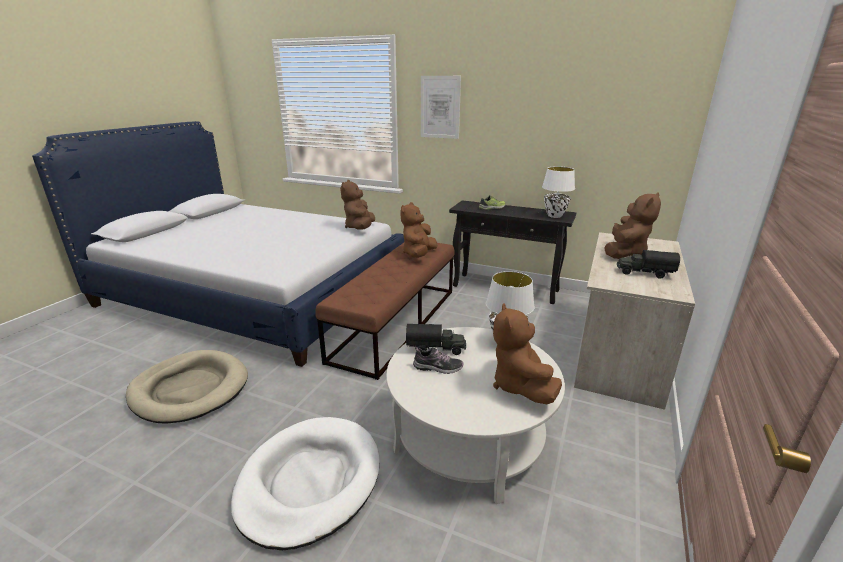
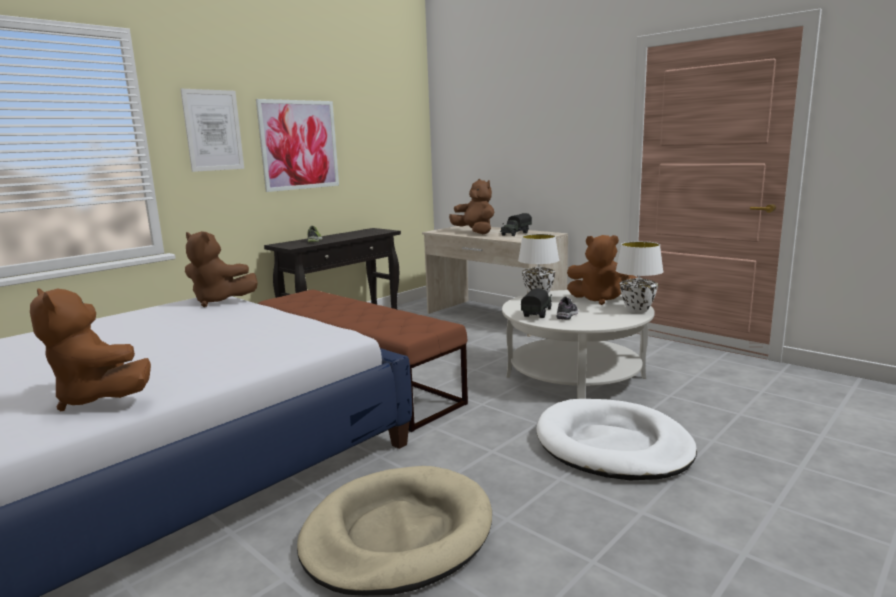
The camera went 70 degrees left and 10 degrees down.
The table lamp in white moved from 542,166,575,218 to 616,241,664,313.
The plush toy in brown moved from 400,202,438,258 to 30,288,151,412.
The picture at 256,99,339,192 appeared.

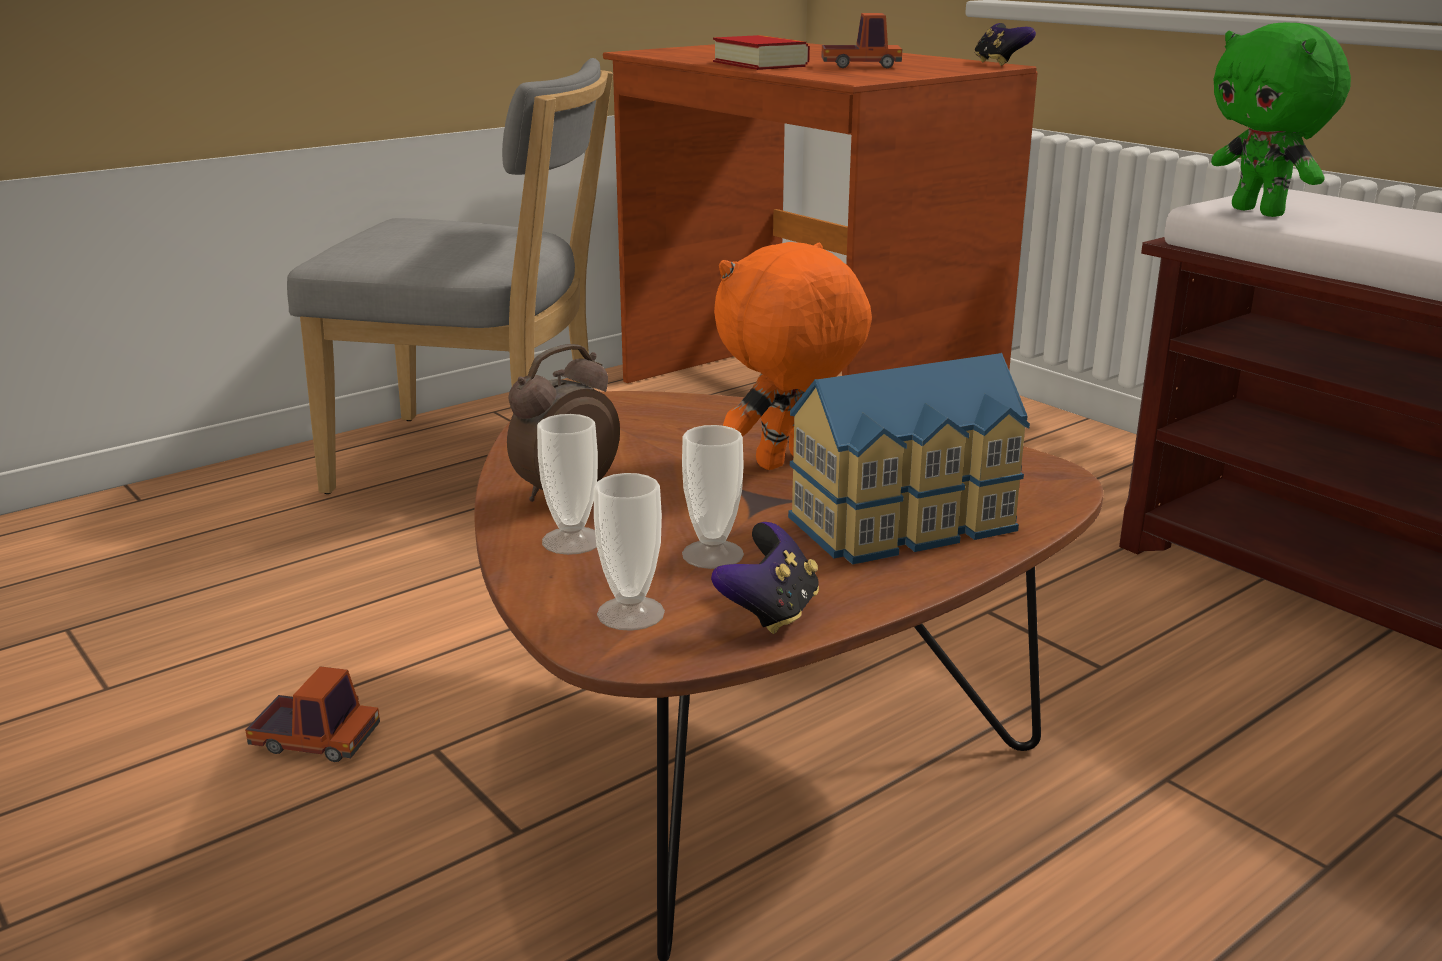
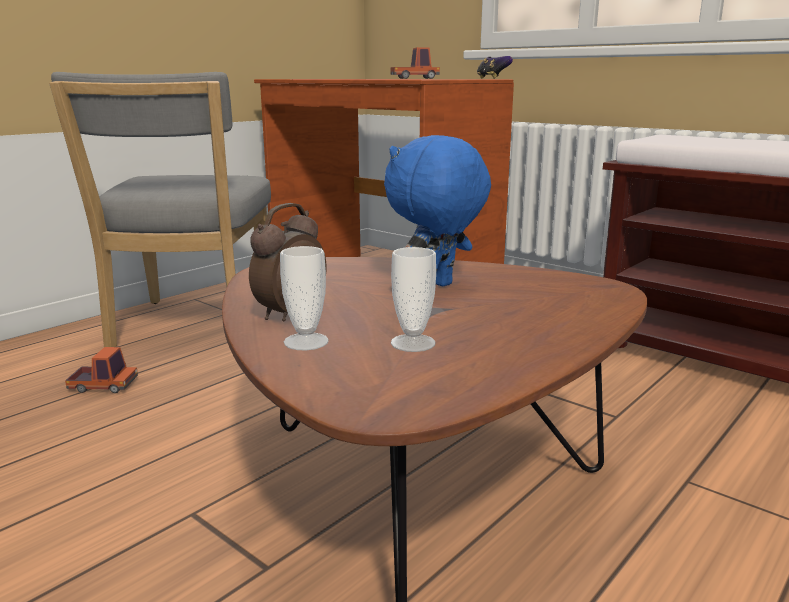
The camera went 10 degrees left and 5 degrees down.
The plush toy in green at 1211,22,1351,217 disappeared.
The book at 713,35,810,70 disappeared.
The chair in grey at 287,58,613,494 turned 90 degrees clockwise.
The plush toy in orange at 714,242,872,470 became the plush toy in blue at 384,135,491,286.
The toy house at 788,353,1030,565 disappeared.
The cup at 594,473,665,631 disappeared.
The game controller at 711,522,819,634 disappeared.
The toy truck moved from 245,666,380,762 to 65,347,138,393.

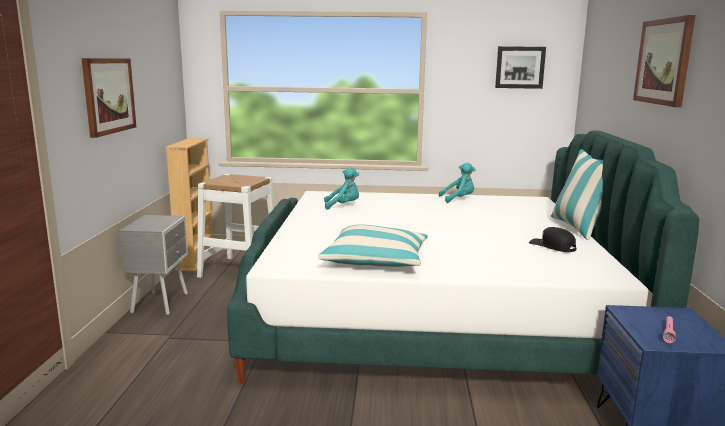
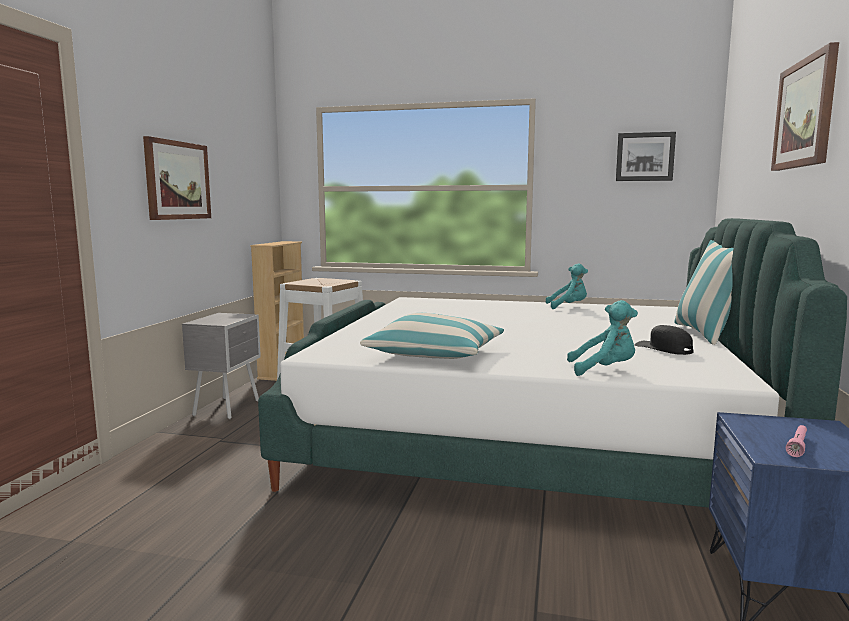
The camera went 10 degrees right and 5 degrees down.
The plush toy in turquoise moved from 324,167,359,209 to 567,300,638,376.

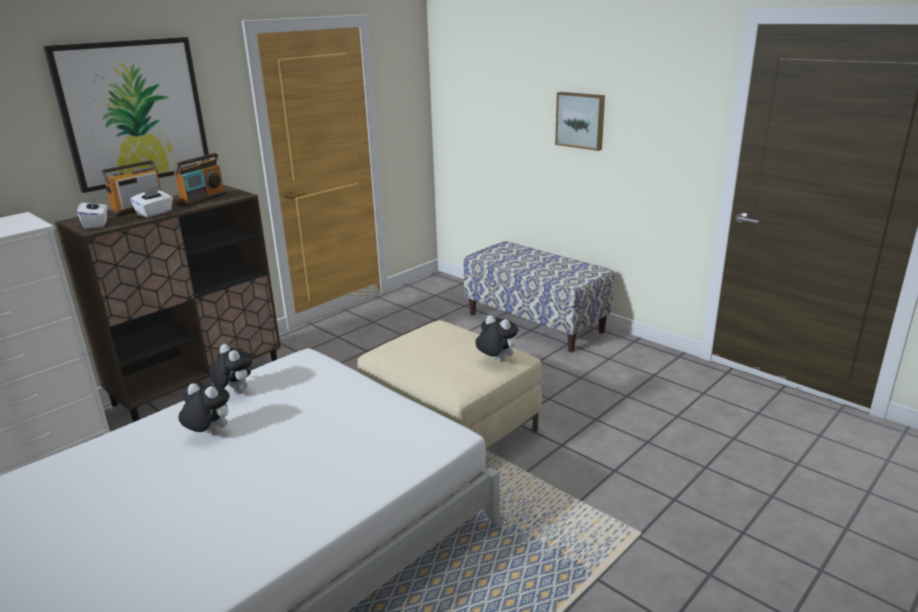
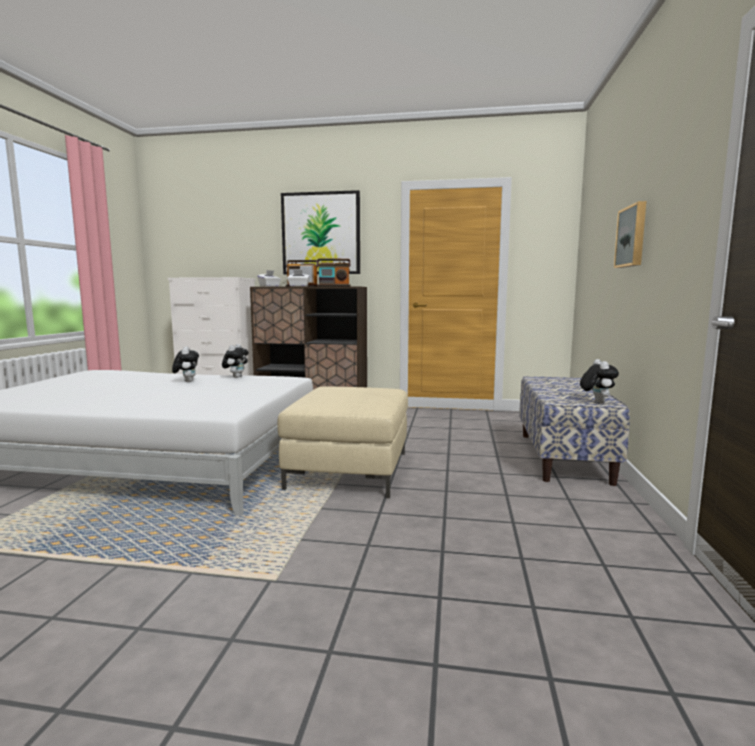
The camera went 55 degrees right and 15 degrees down.
The plush toy moved from 475,315,519,362 to 580,359,619,403.

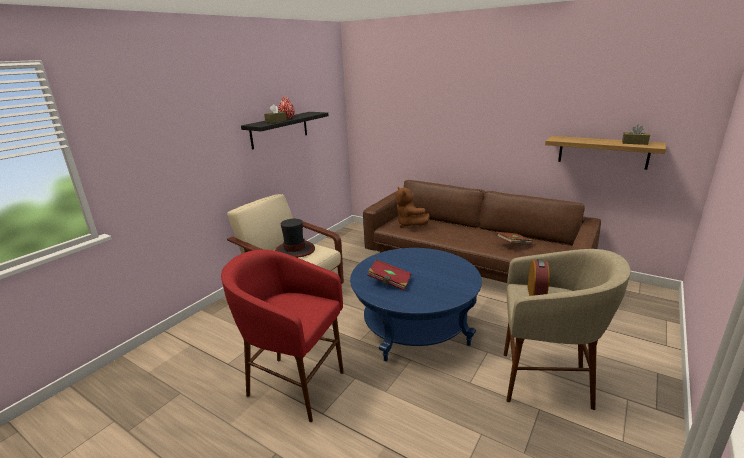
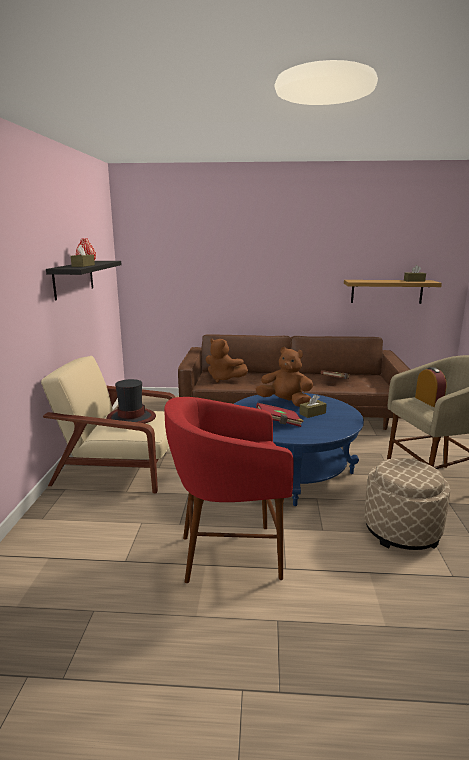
The camera went 30 degrees left and 5 degrees down.
The plush toy in brown at 256,347,313,407 appeared.
The tissue box in brown at 299,394,327,418 appeared.
The ottoman in beige at 364,458,450,550 appeared.

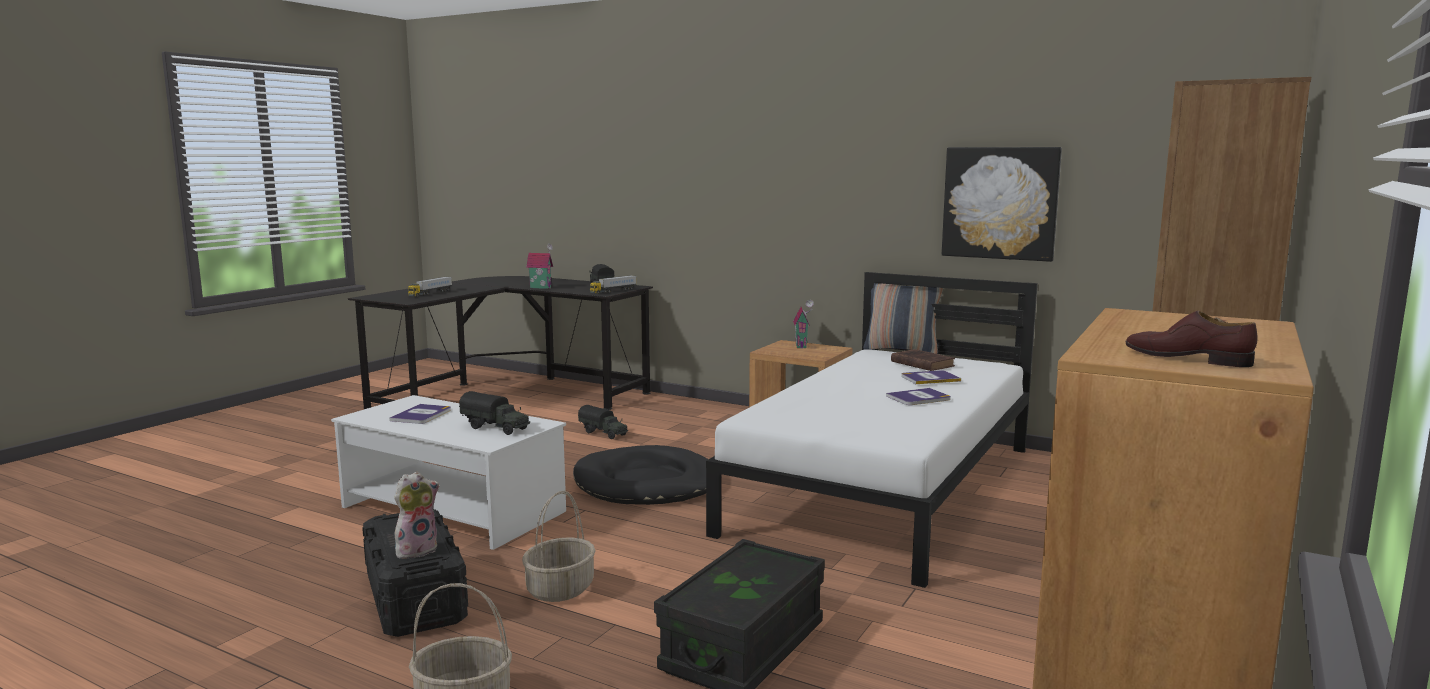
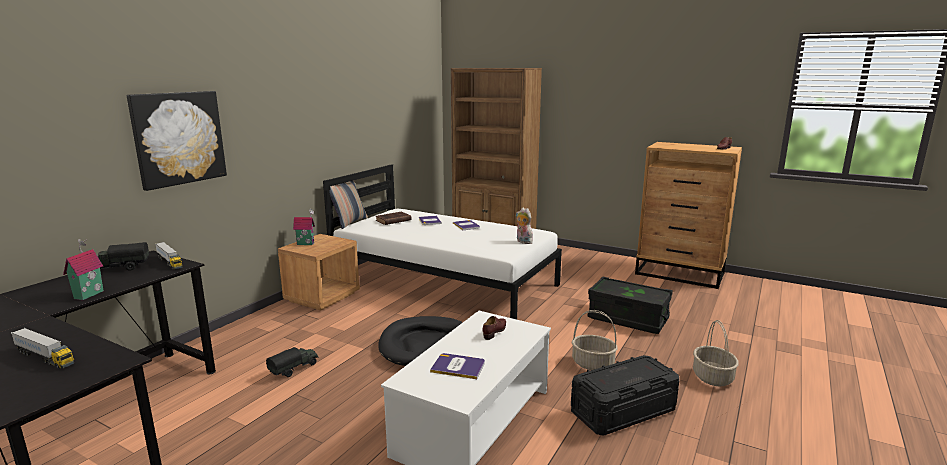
The camera went 90 degrees left and 5 degrees up.
The picture moved from 942,147,1062,262 to 127,91,227,191.
The toy truck at 459,391,530,435 was replaced by the shoe in brown at 482,316,506,340.
The plush toy moved from 394,472,440,560 to 516,207,533,244.

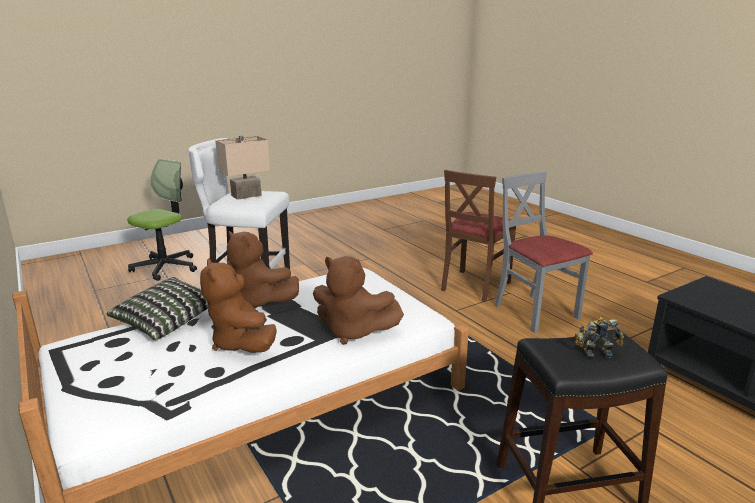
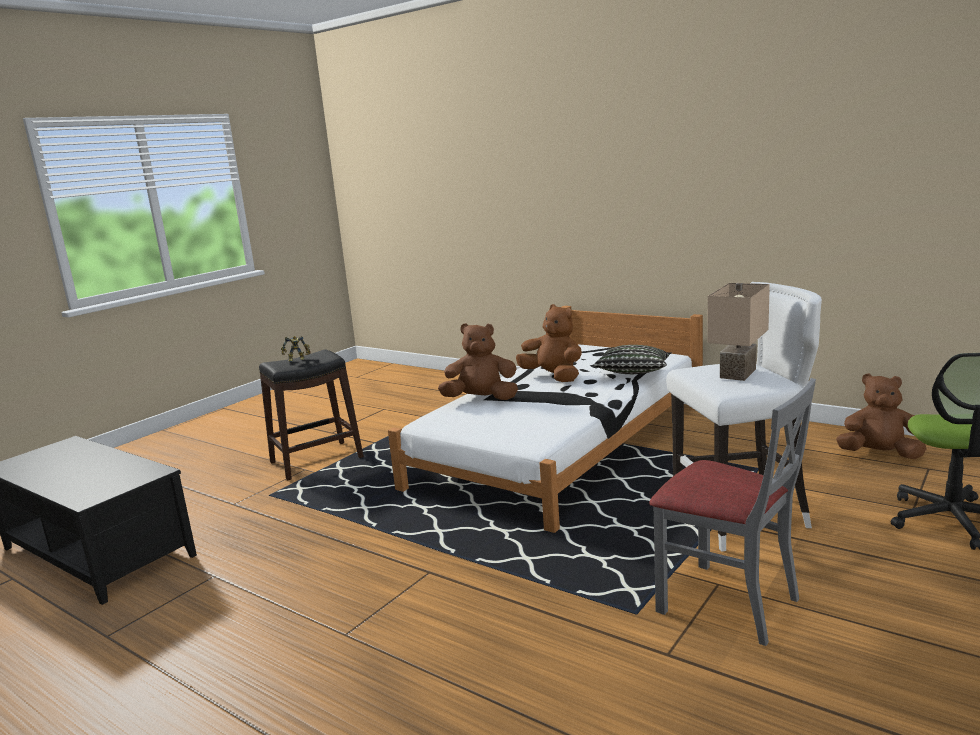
The camera went 160 degrees right and 5 degrees down.
The chair in brown at 441,170,516,302 disappeared.
The chair in grey moved from 495,172,593,333 to 649,378,816,646.
The plush toy in brown moved from 227,231,299,307 to 836,373,927,459.

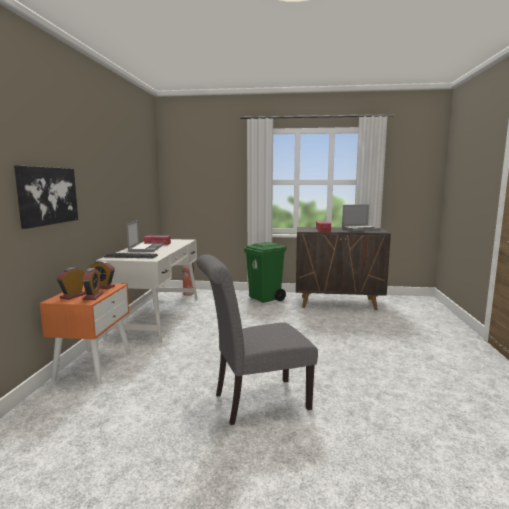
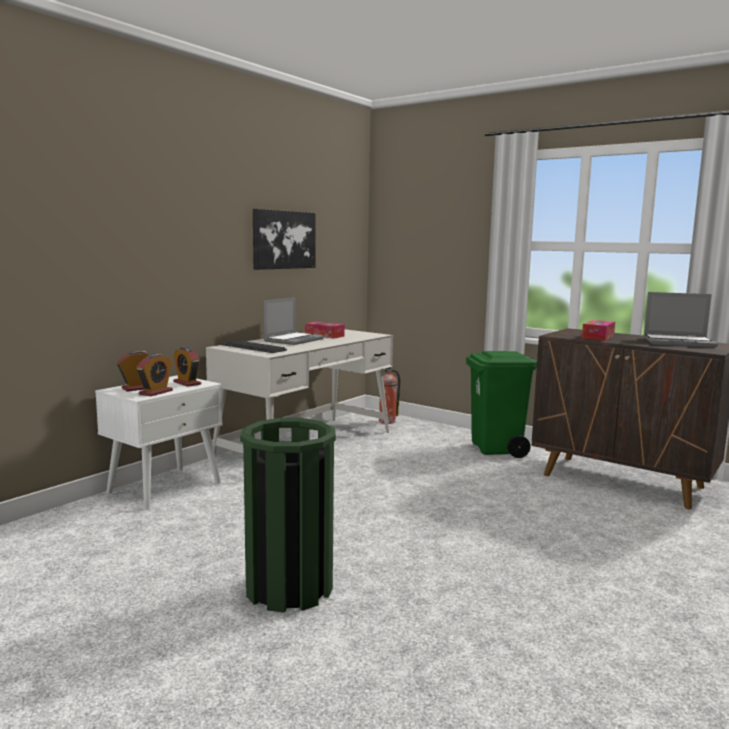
The camera went 30 degrees right and 0 degrees up.
The picture moved from 14,165,78,229 to 253,209,316,270.
The chair in grey at 196,255,318,425 was replaced by the trash can in green at 240,418,336,613.
The nightstand in orange at 39,283,131,384 became the nightstand in white at 95,375,223,510.

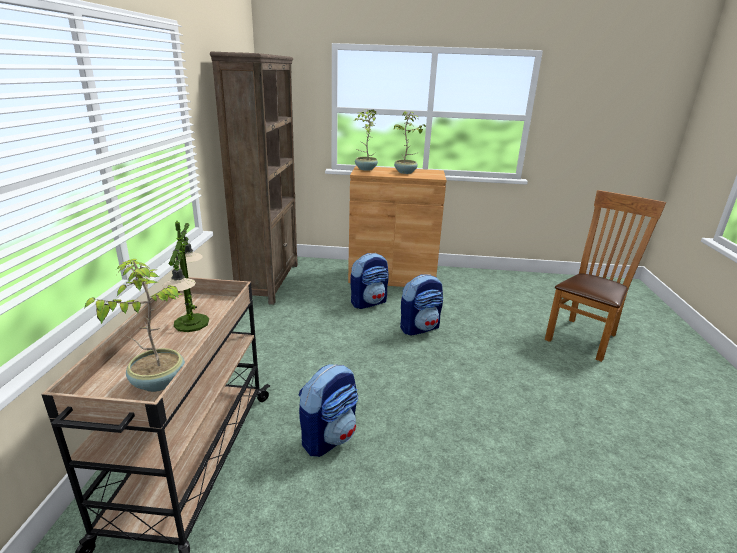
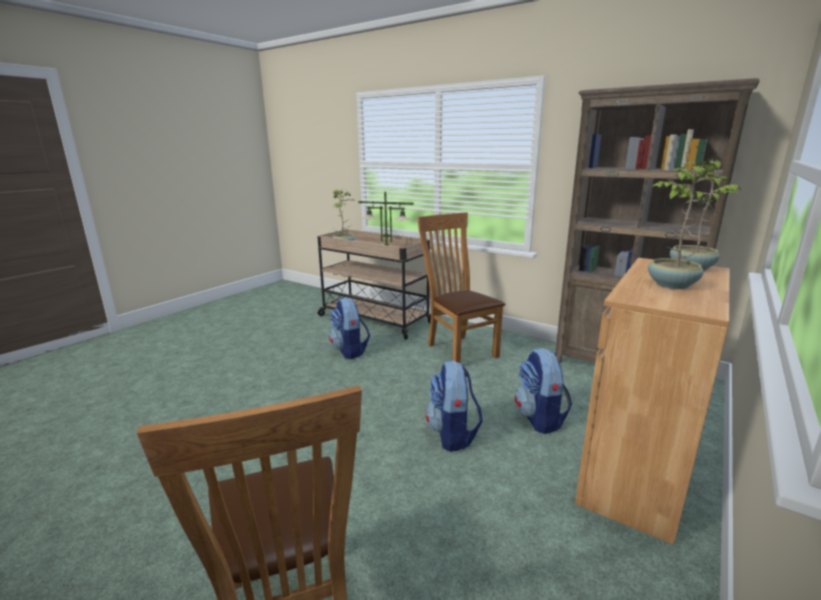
The camera went 120 degrees right and 5 degrees down.
The chair in brown at 417,212,505,363 appeared.

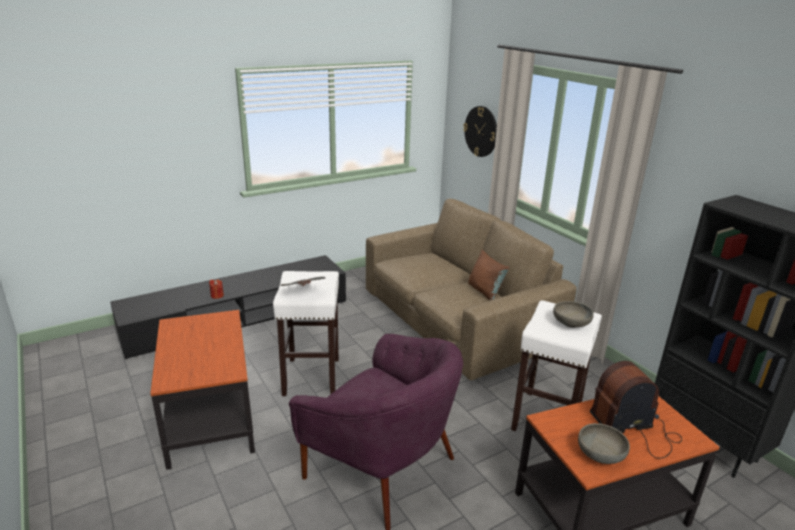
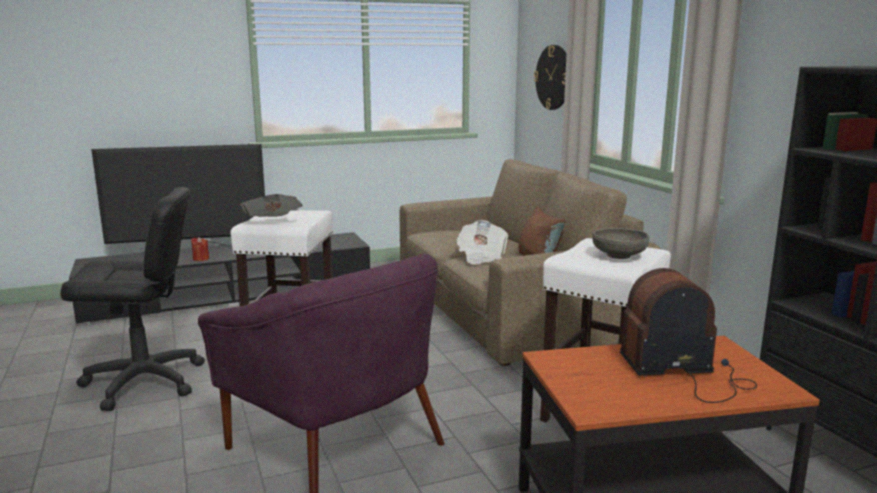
The camera went 10 degrees right and 10 degrees down.
The side table at 150,310,255,470 was replaced by the office chair in black at 60,187,205,411.
The bowl in grey at 578,423,630,464 disappeared.
The television at 91,144,265,254 appeared.
The newspaper at 456,220,508,265 appeared.

